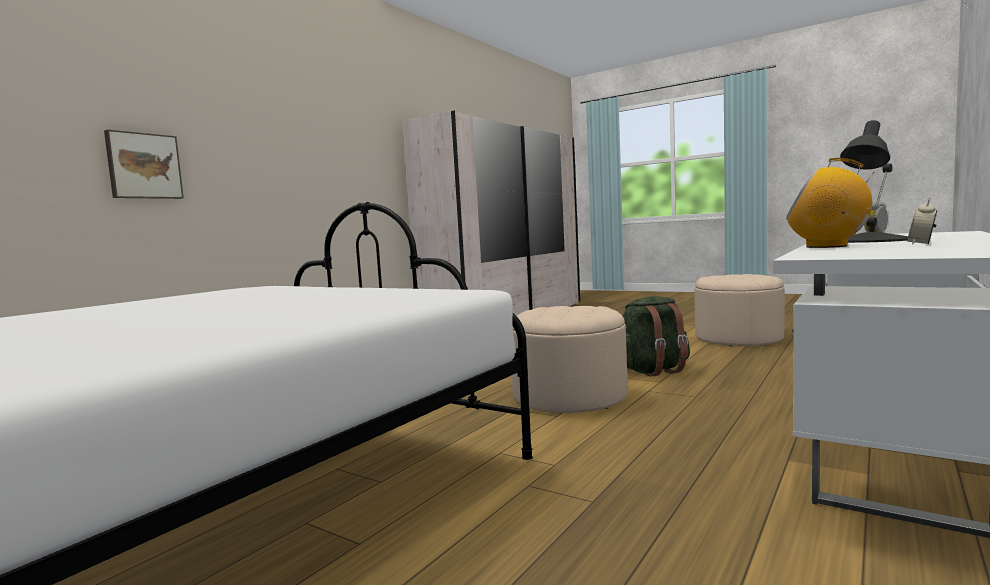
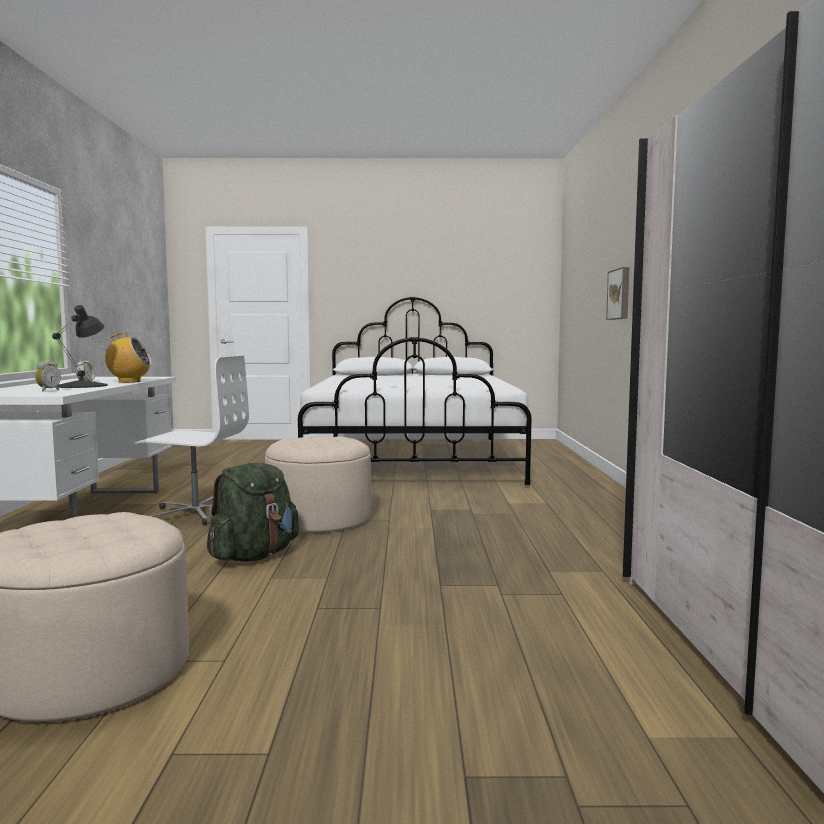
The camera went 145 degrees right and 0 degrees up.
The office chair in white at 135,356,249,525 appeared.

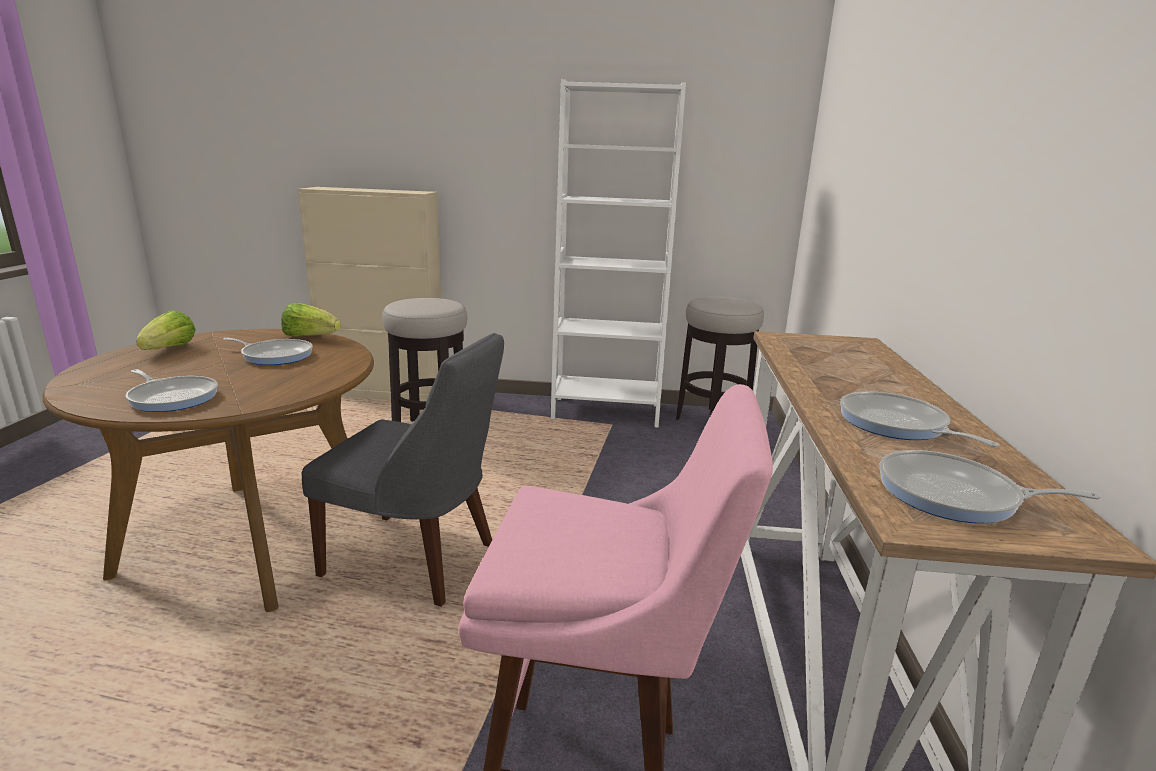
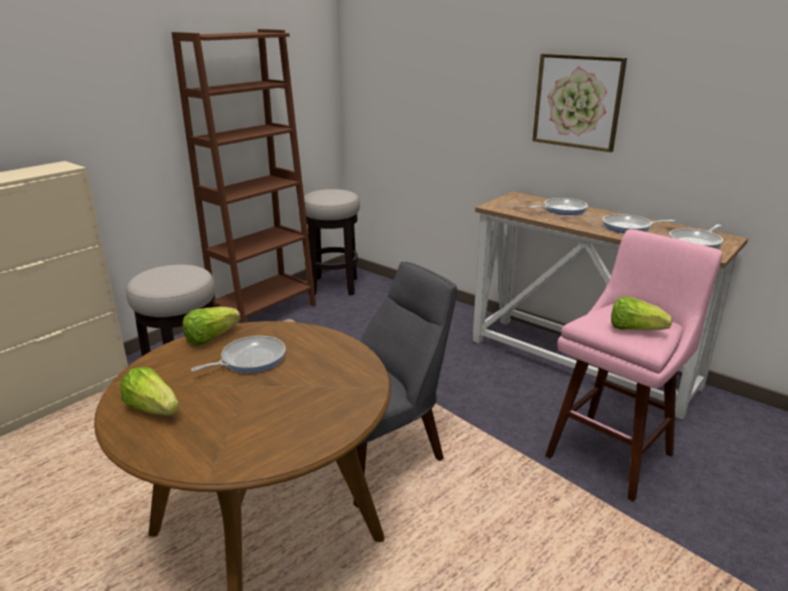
The camera went 55 degrees left and 5 degrees up.
The bookcase in white at 551,79,686,427 became the bookcase in brown at 172,29,316,323.
The frying pan moved from 126,369,218,412 to 529,198,588,215.
The picture at 532,54,627,152 appeared.
The lettuce at 611,296,672,330 appeared.

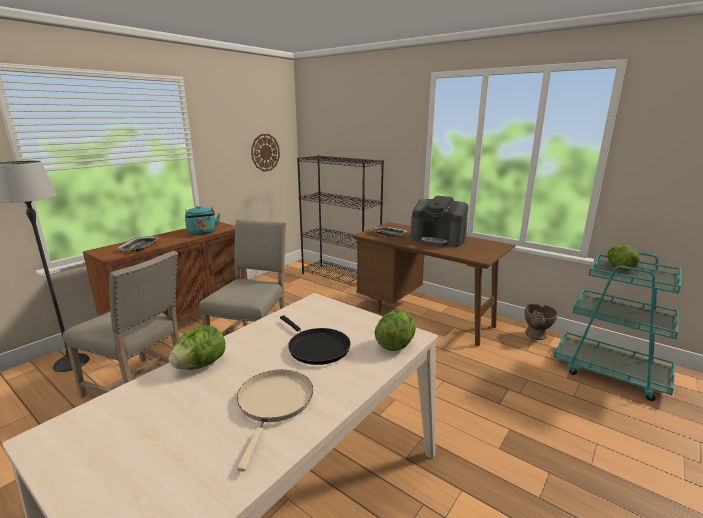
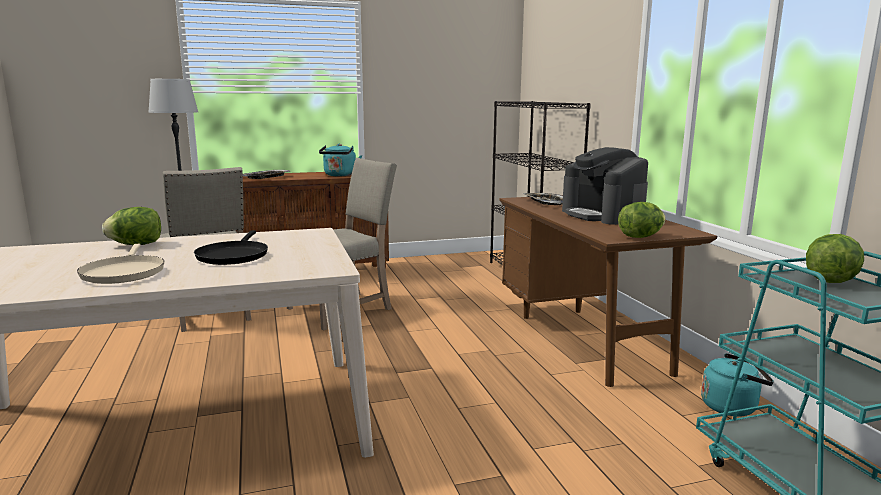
The camera went 35 degrees right and 5 degrees down.
The wall clock at 251,134,280,171 disappeared.
The vase in beige at 525,304,558,340 was replaced by the kettle in turquoise at 701,353,774,417.
The lettuce moved from 375,310,416,351 to 618,202,666,238.
The frying pan in beige at 237,370,313,472 turned 120 degrees clockwise.

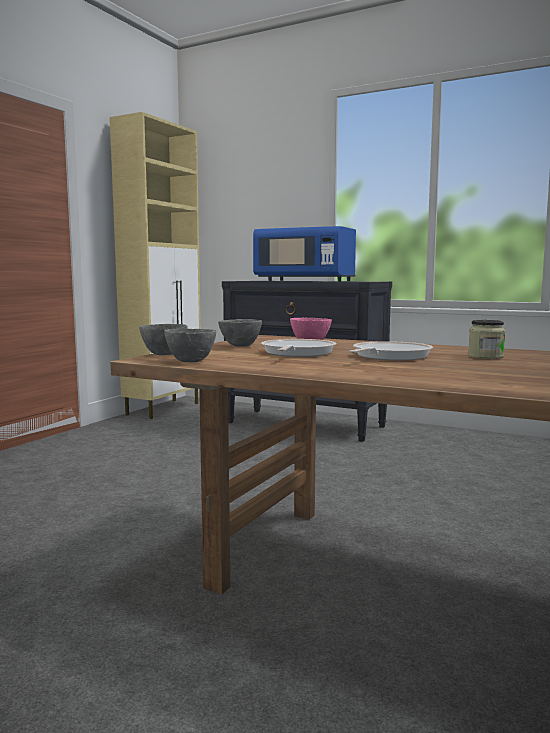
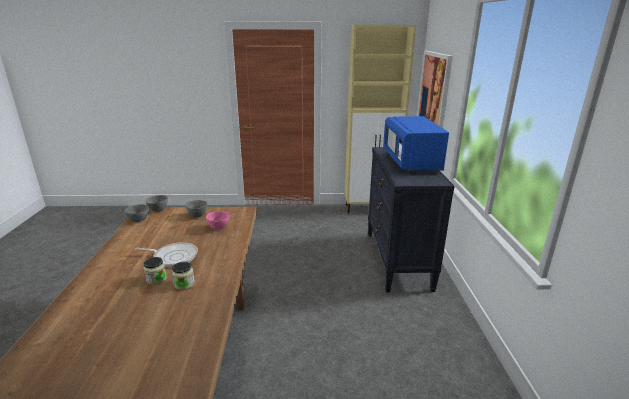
The camera went 60 degrees right and 15 degrees up.
The frying pan at 261,339,337,357 disappeared.
The picture at 417,51,453,128 appeared.
The jar at 143,257,167,285 appeared.

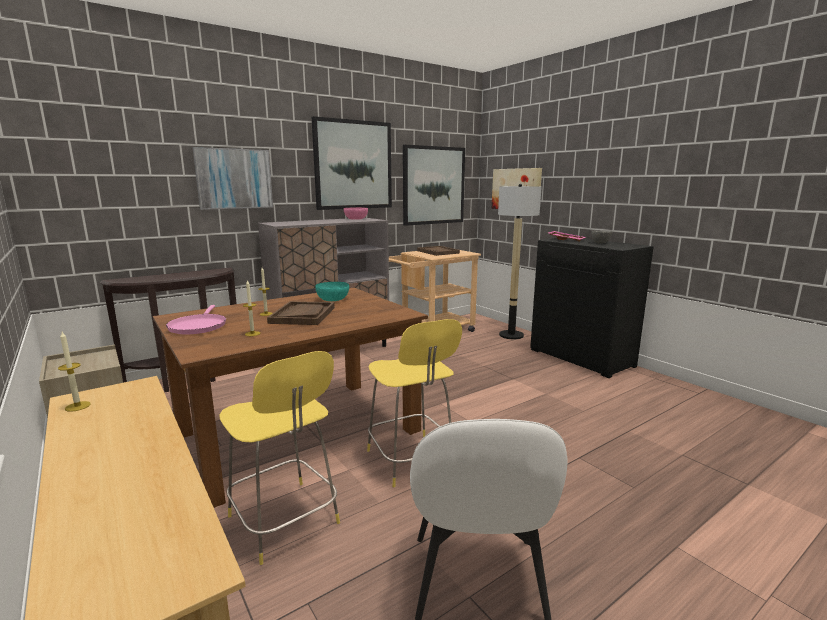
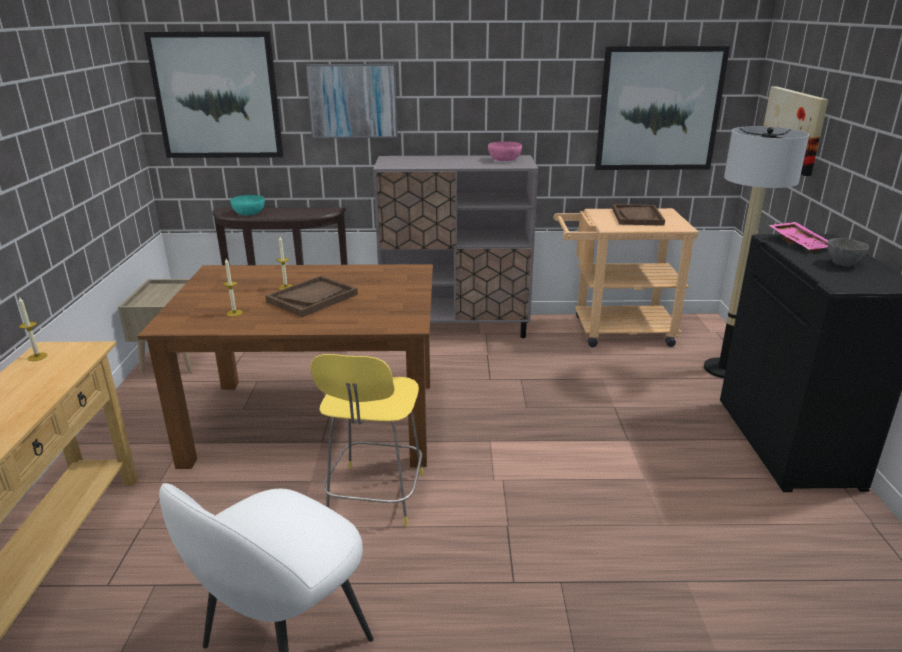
The camera went 35 degrees right and 10 degrees up.
The picture moved from 312,116,392,210 to 144,31,284,158.
The bowl in turquoise moved from 316,282,349,301 to 230,195,265,216.
The frying pan in pink at 166,305,226,334 disappeared.
The stool in yellow at 219,351,340,565 disappeared.

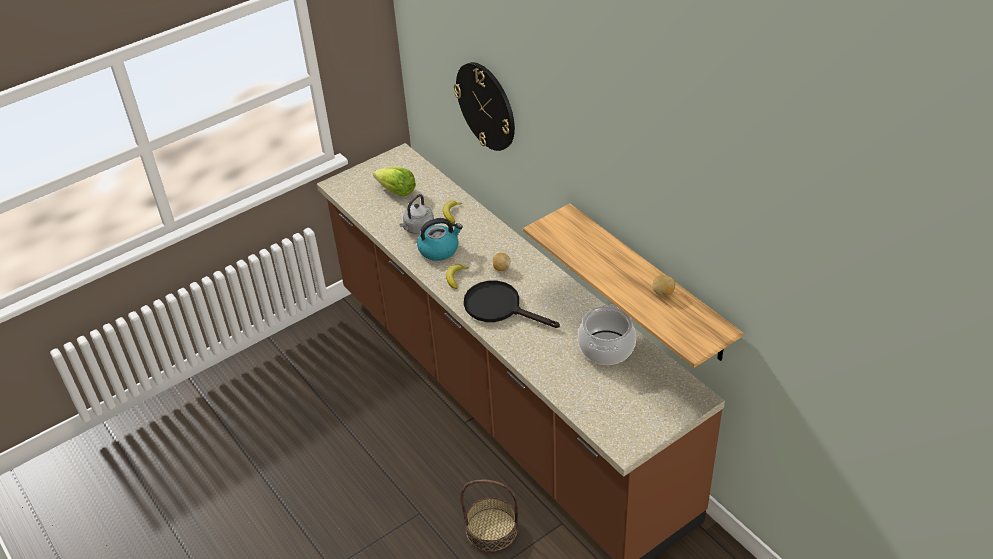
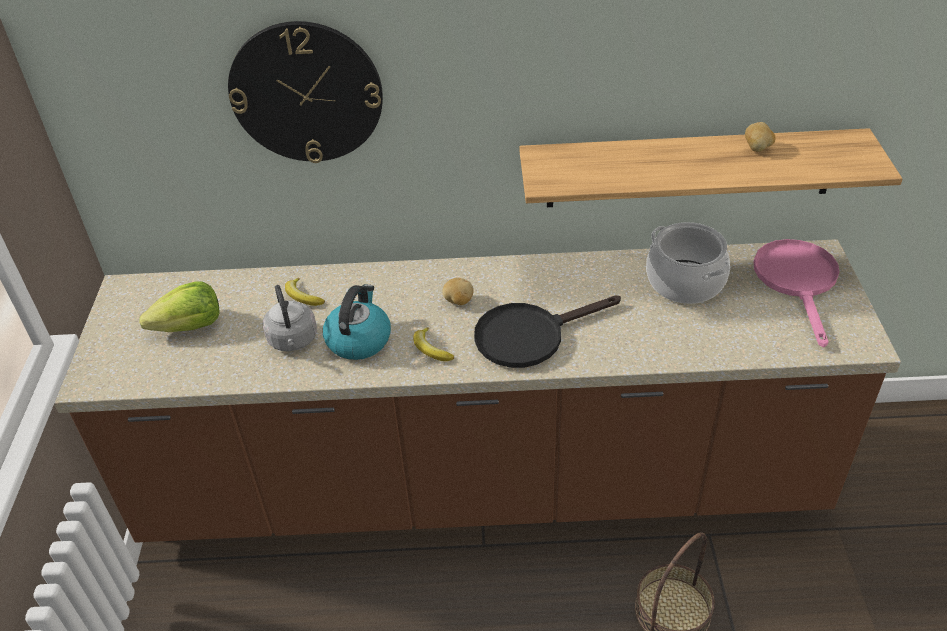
The camera went 55 degrees left and 0 degrees up.
The frying pan in pink at 754,239,839,347 appeared.

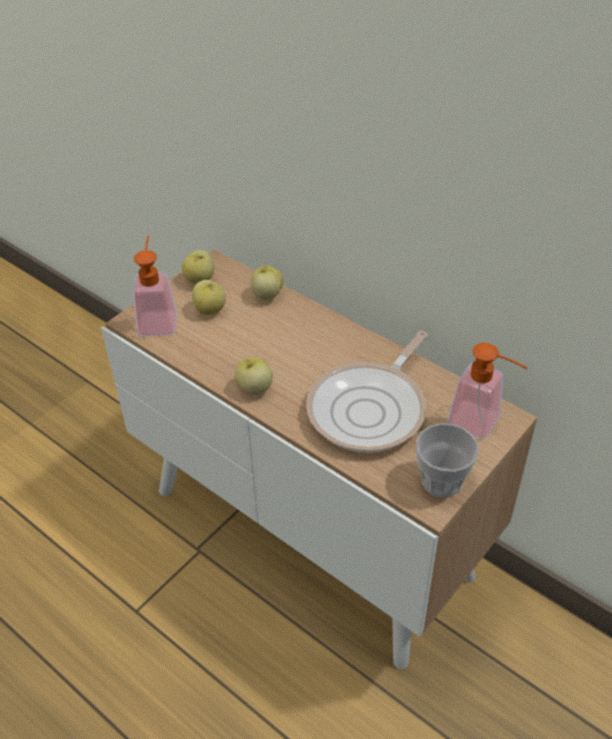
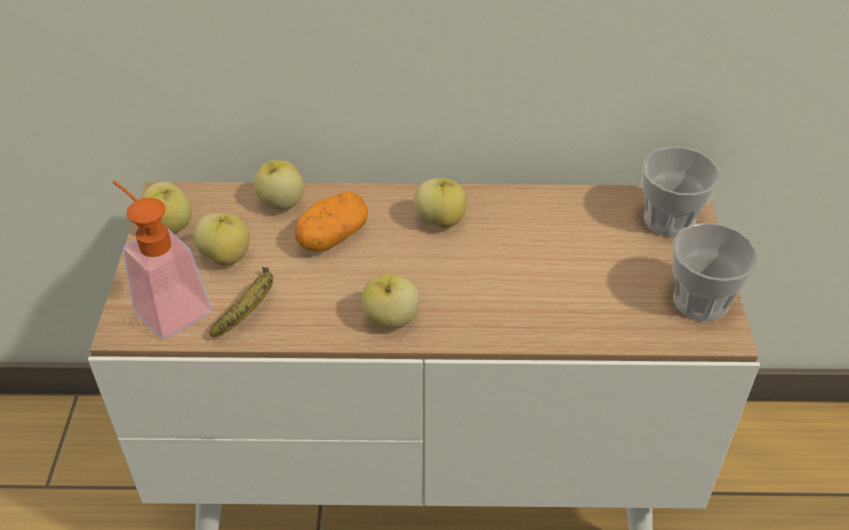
The camera went 40 degrees left and 0 degrees up.
The frying pan at 306,331,428,453 disappeared.
The soap dispenser at 448,343,528,439 was replaced by the cup at 642,147,721,237.
The apple at 414,178,467,228 appeared.
The potato at 295,192,368,251 appeared.
The banana at 209,267,273,337 appeared.

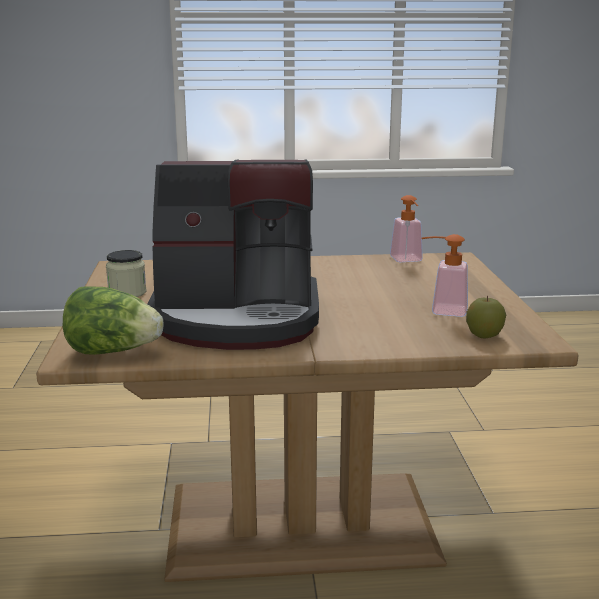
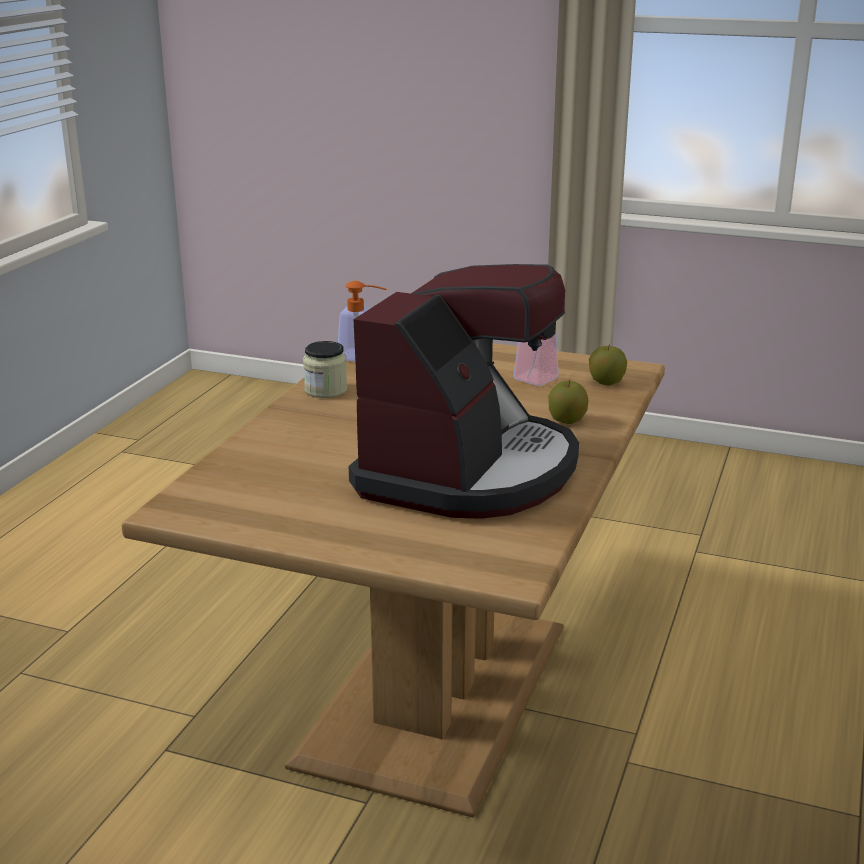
The camera went 65 degrees left and 5 degrees up.
The jar moved from 106,250,146,297 to 303,341,347,398.
The lettuce at 63,286,164,355 disappeared.
The apple at 548,380,588,424 appeared.

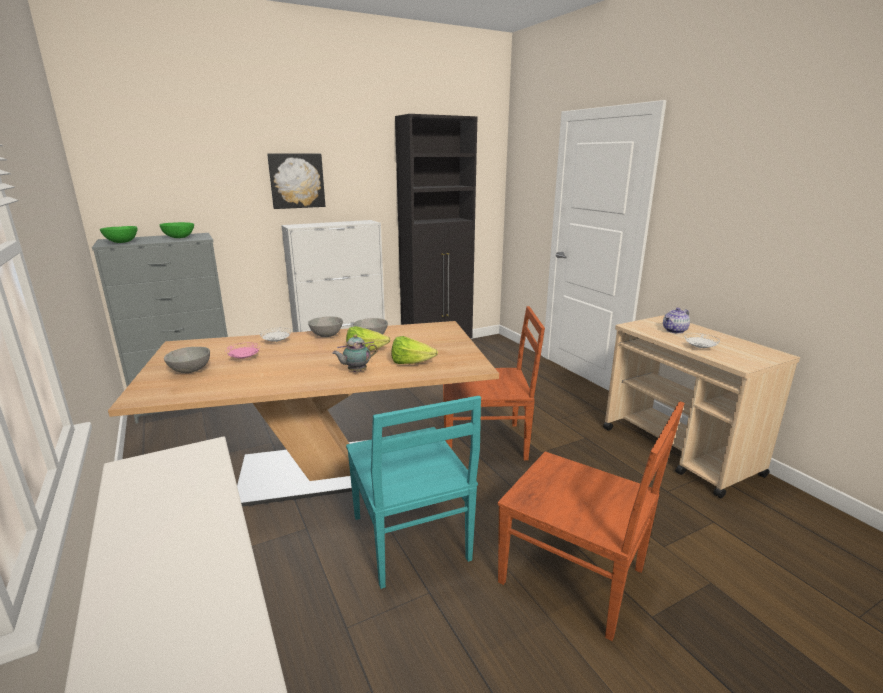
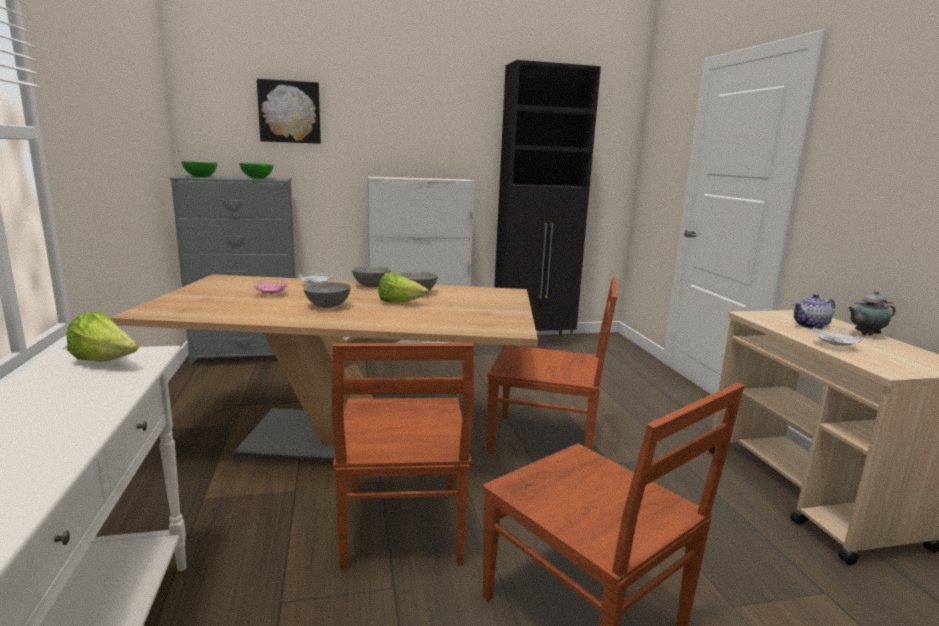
The camera went 15 degrees right and 5 degrees down.
The picture moved from 267,153,325,209 to 257,79,321,144.
The teapot moved from 332,334,378,372 to 847,291,896,336.
The lettuce moved from 392,336,438,364 to 66,312,139,362.
The bowl in grey moved from 164,347,210,373 to 303,282,351,308.
The chair in turquoise at 346,396,481,589 became the chair in brown at 332,343,474,570.

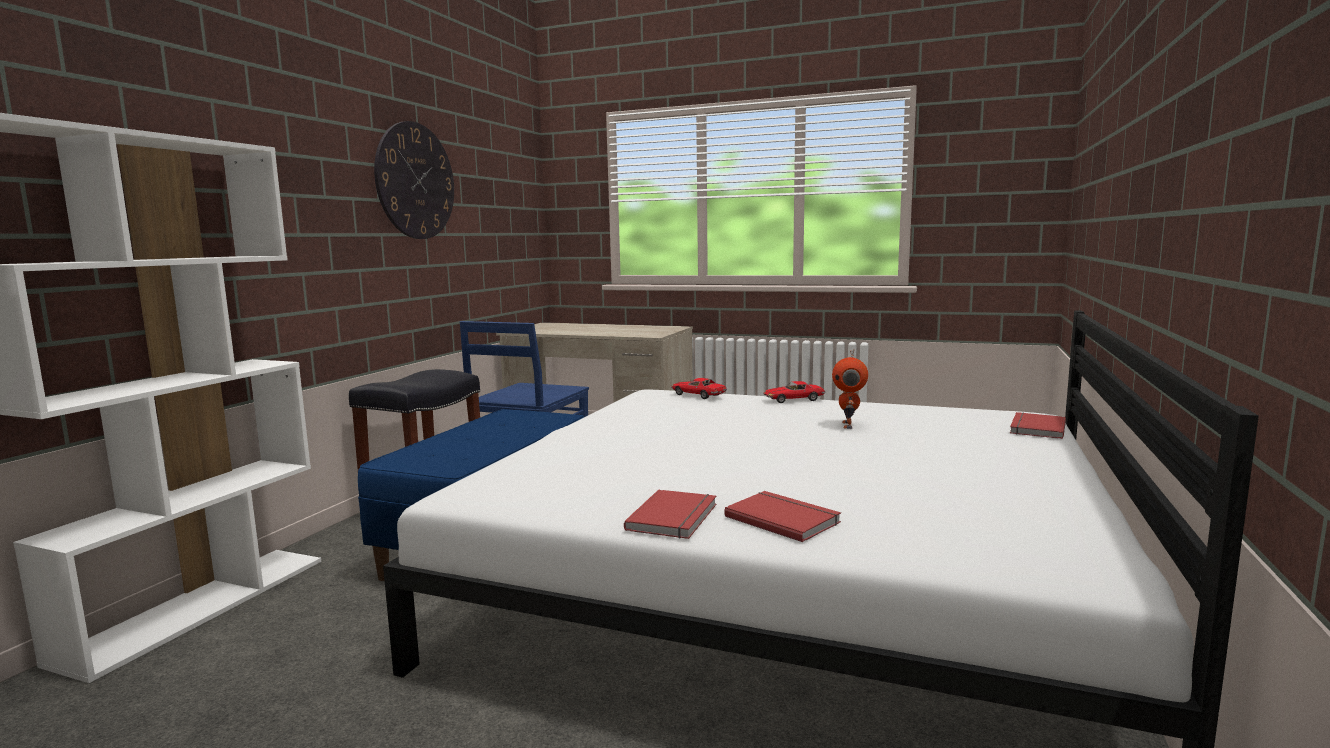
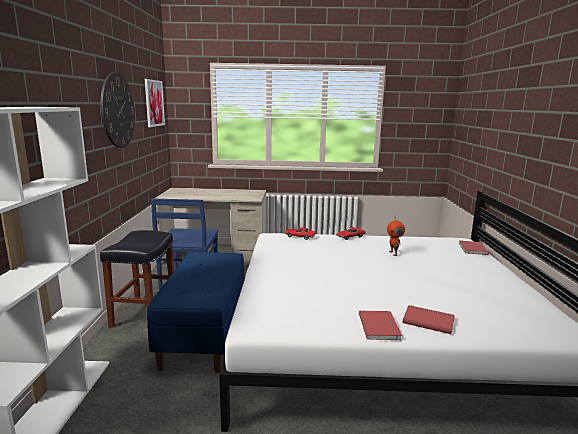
The camera went 20 degrees left and 5 degrees up.
The picture at 145,79,165,127 appeared.

